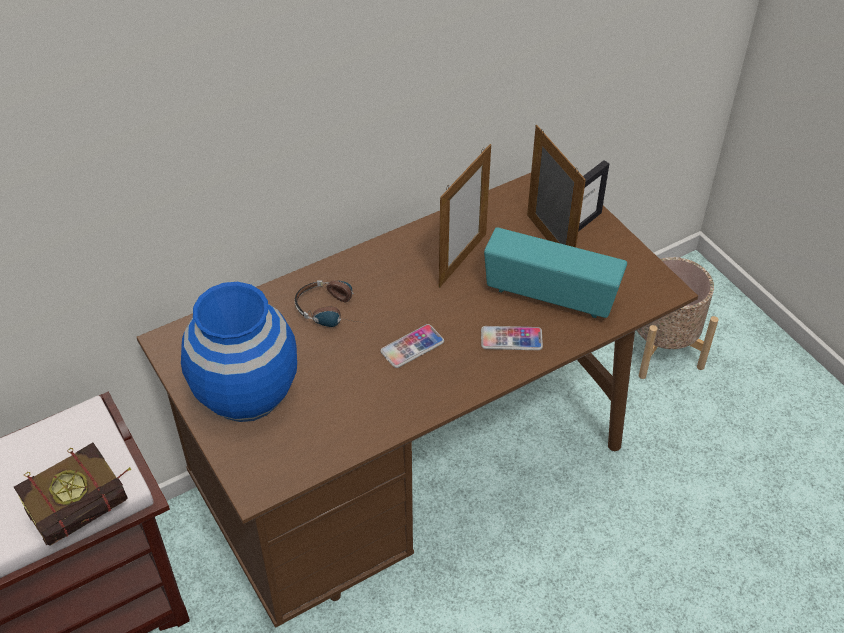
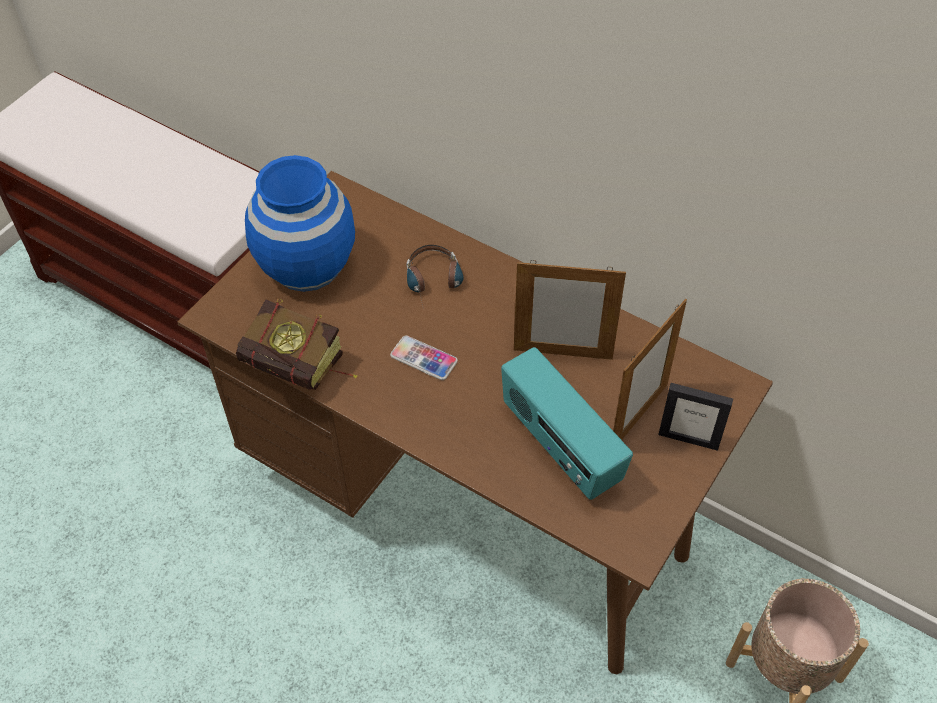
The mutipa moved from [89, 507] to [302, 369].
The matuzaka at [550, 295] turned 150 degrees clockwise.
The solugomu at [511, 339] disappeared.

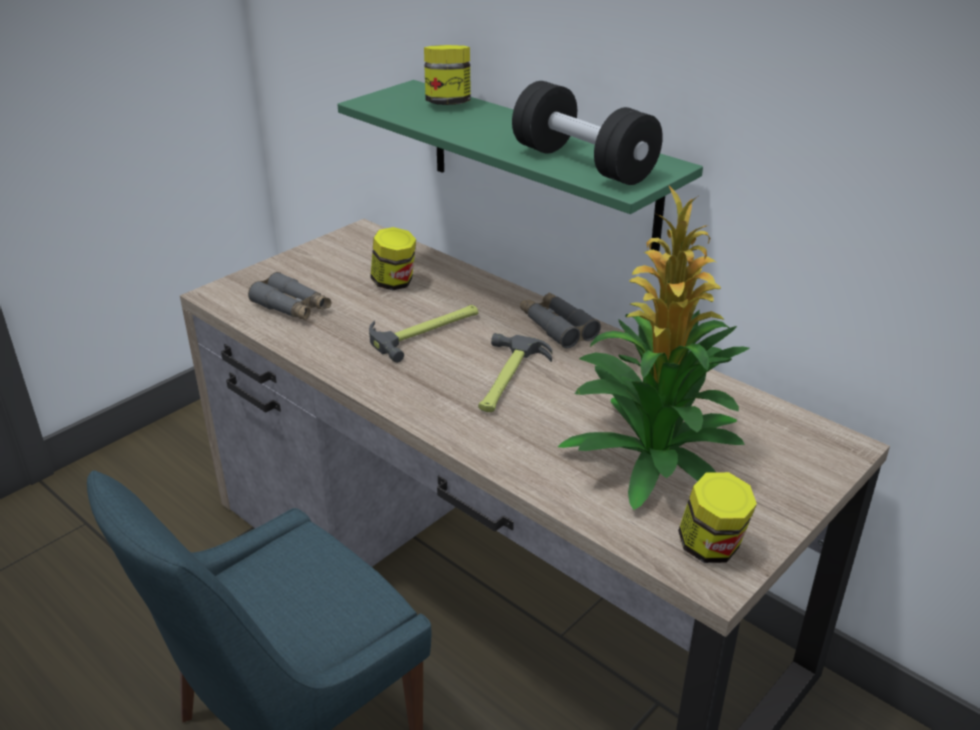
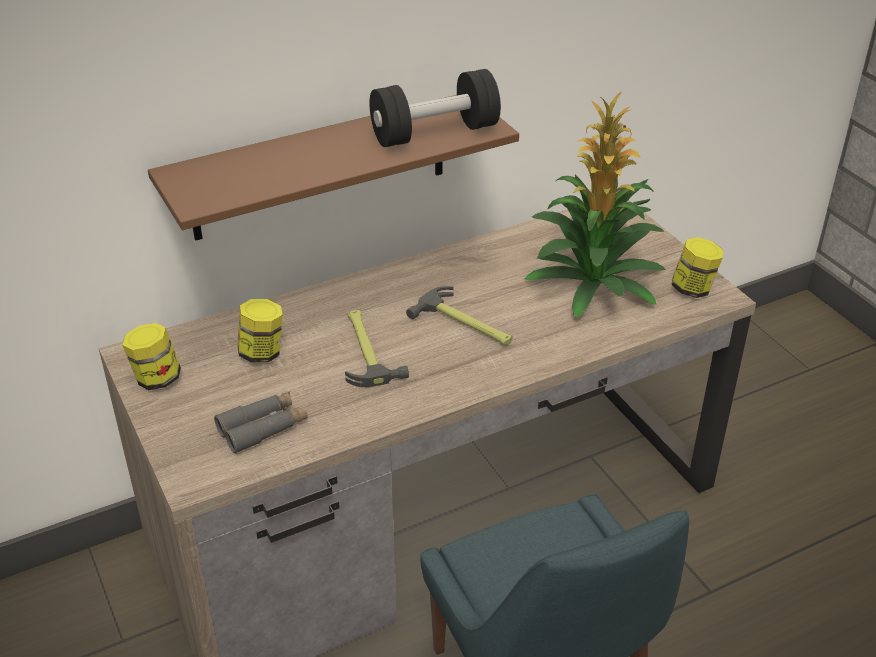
The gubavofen moved from [448, 103] to [156, 378].
The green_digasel at [541, 163] became the brown_digasel at [320, 167].
The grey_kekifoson at [557, 327] disappeared.

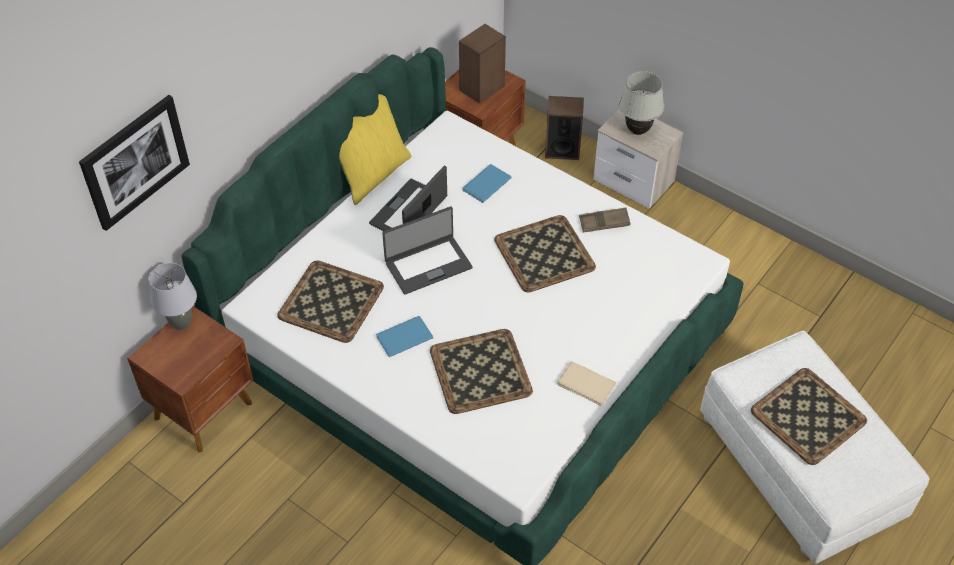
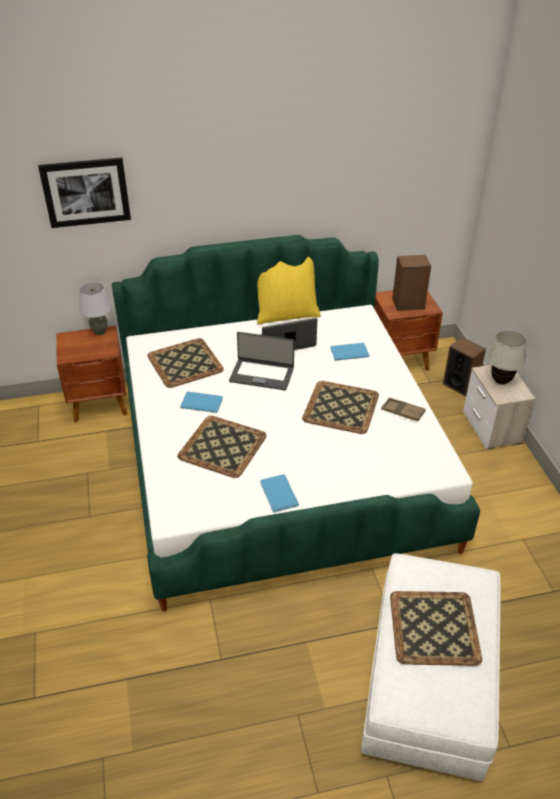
The beige_mutipa at [586, 385] became the blue_mutipa at [278, 495].

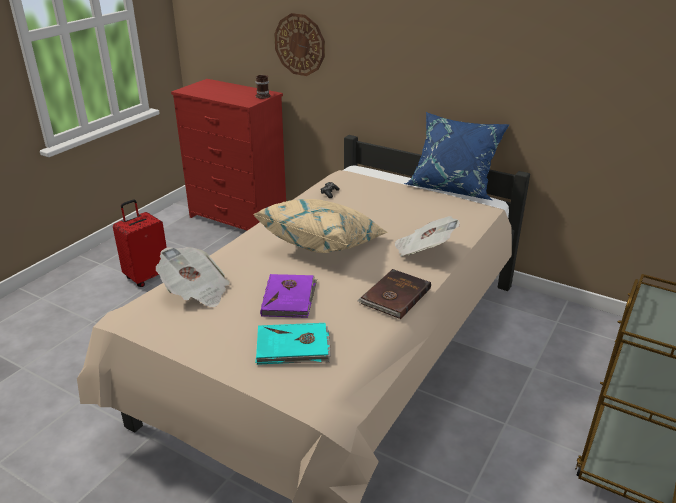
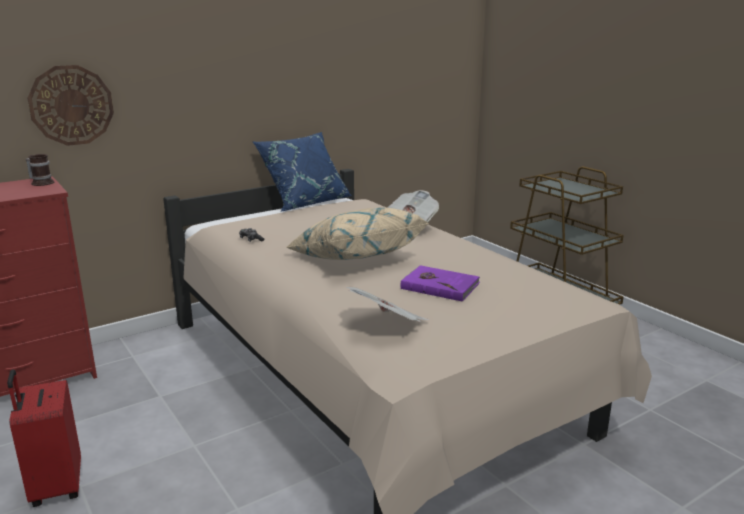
The turquoise_mutipa at [293, 347] disappeared.
The brown_mutipa at [394, 296] disappeared.

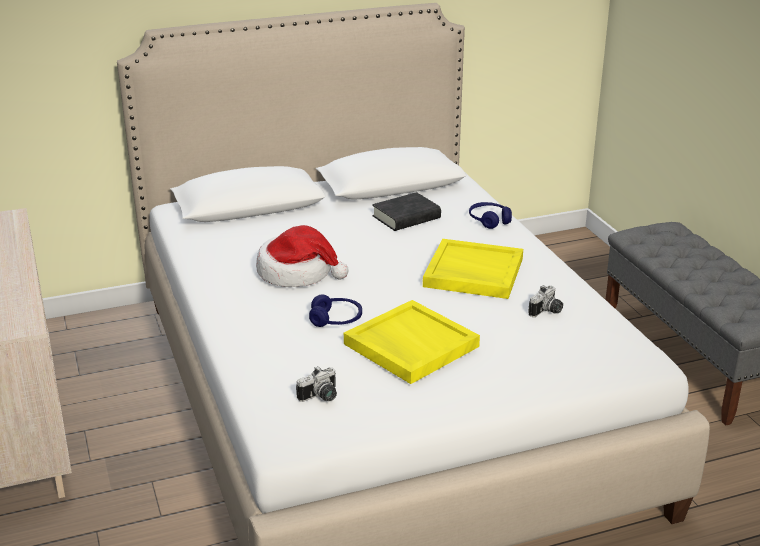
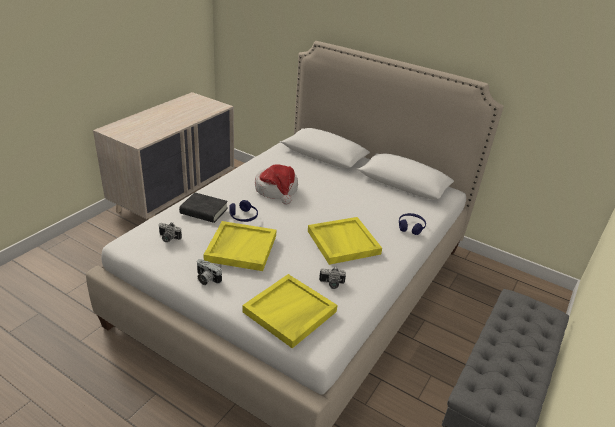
The black_mutipa moved from [406, 217] to [204, 211].
The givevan at [206, 279] appeared.
The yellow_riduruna at [289, 312] appeared.

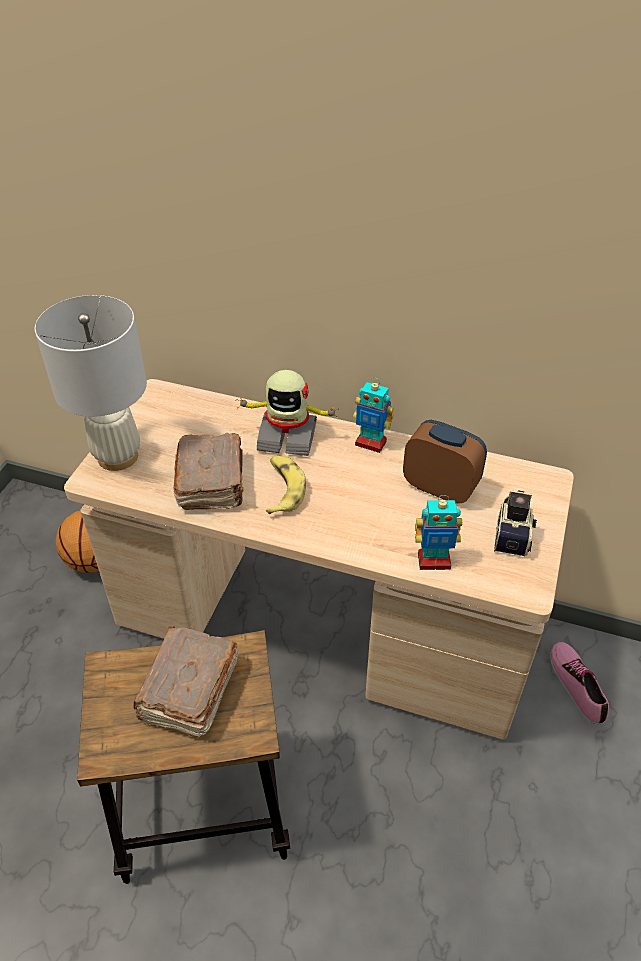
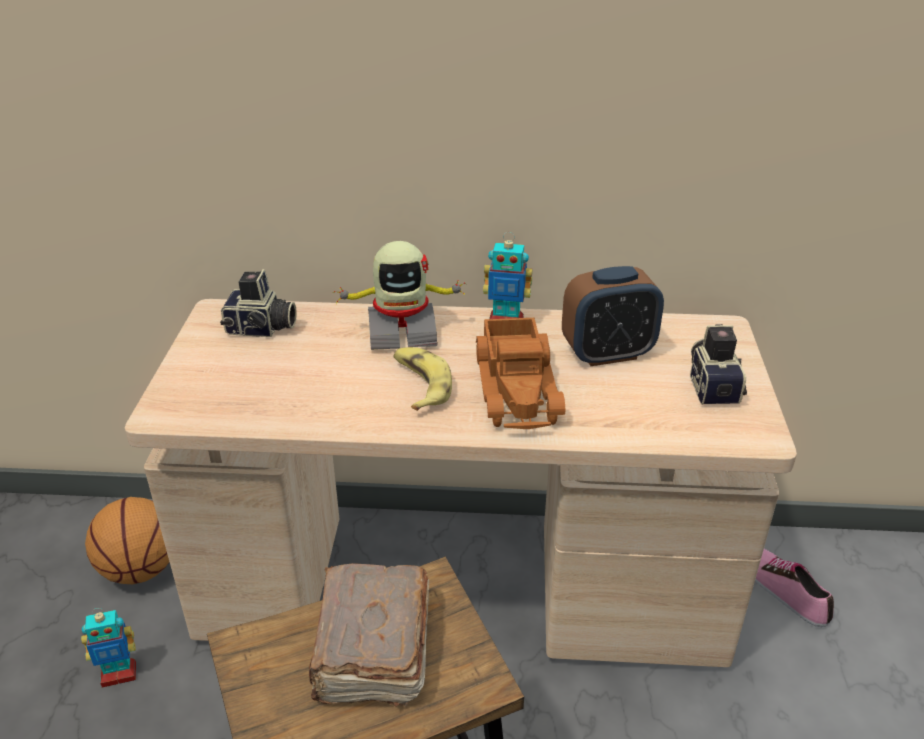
The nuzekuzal moved from [433, 560] to [119, 674].
The givevan at [261, 329] appeared.
The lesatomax at [519, 387] appeared.
The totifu at [440, 487] turned 150 degrees clockwise.
The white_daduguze at [118, 456] disappeared.
The brown_mutipa at [212, 482] disappeared.

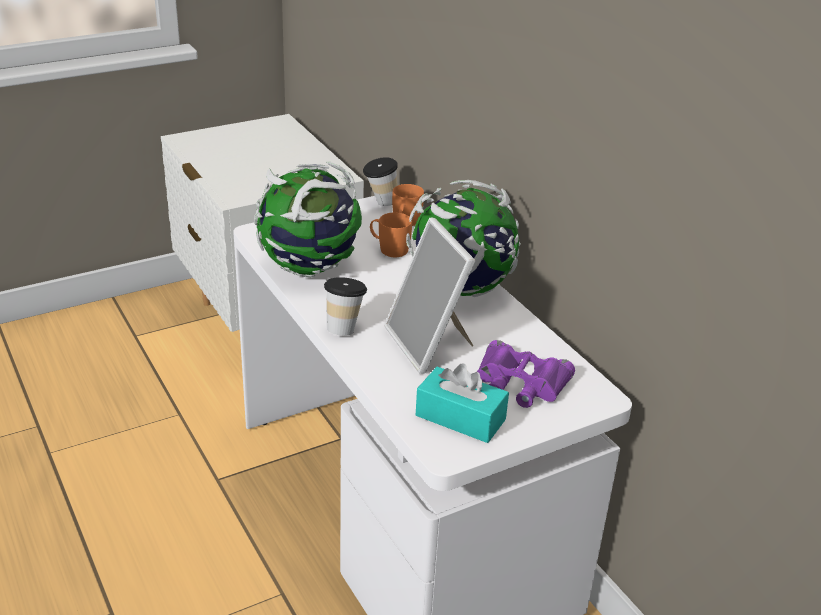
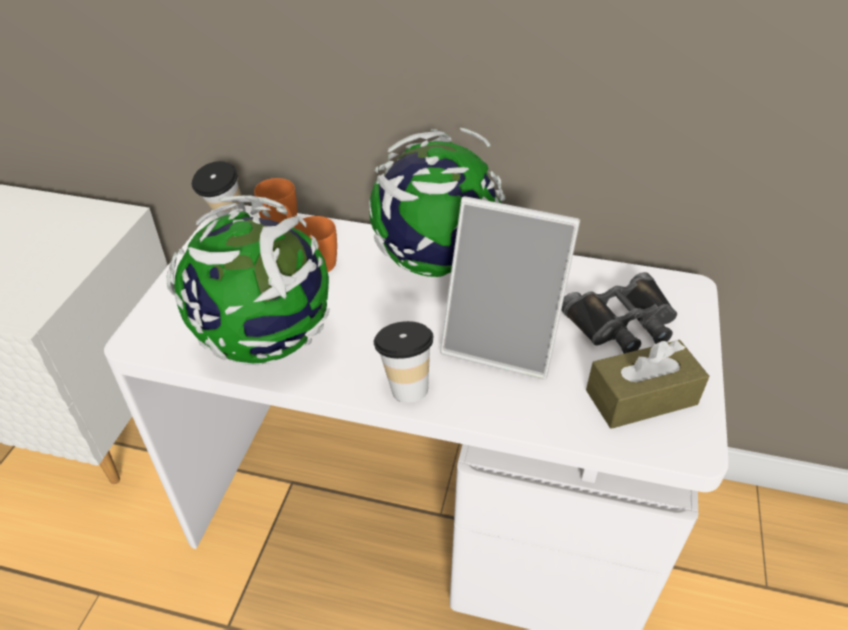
The purple_kekifoson at [520, 383] became the black_kekifoson at [622, 323].
The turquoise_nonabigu at [460, 417] became the brown_nonabigu at [641, 397].

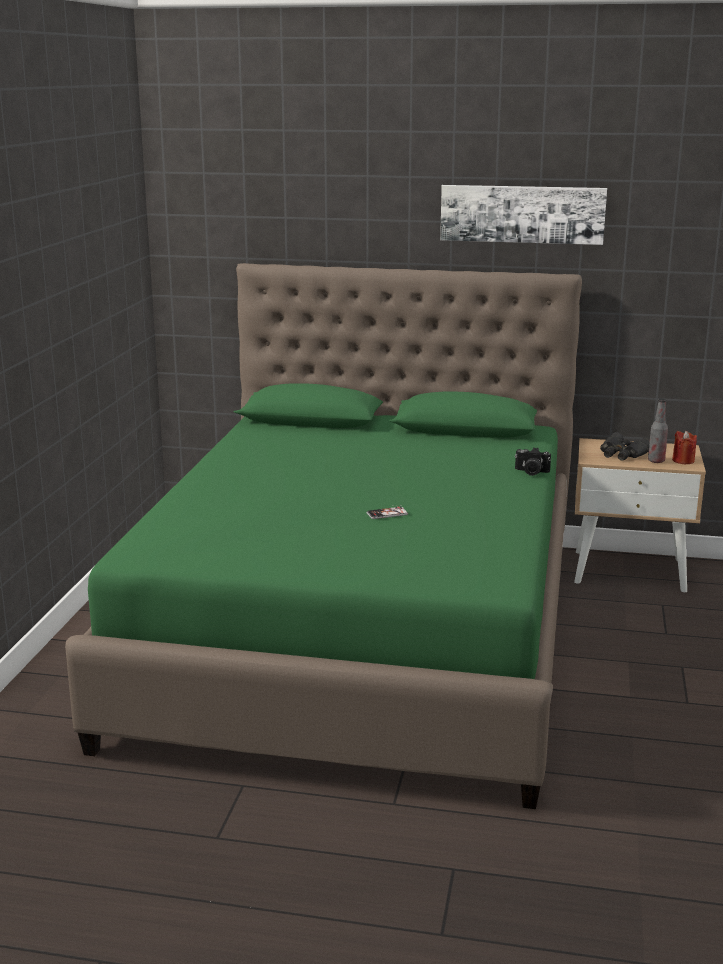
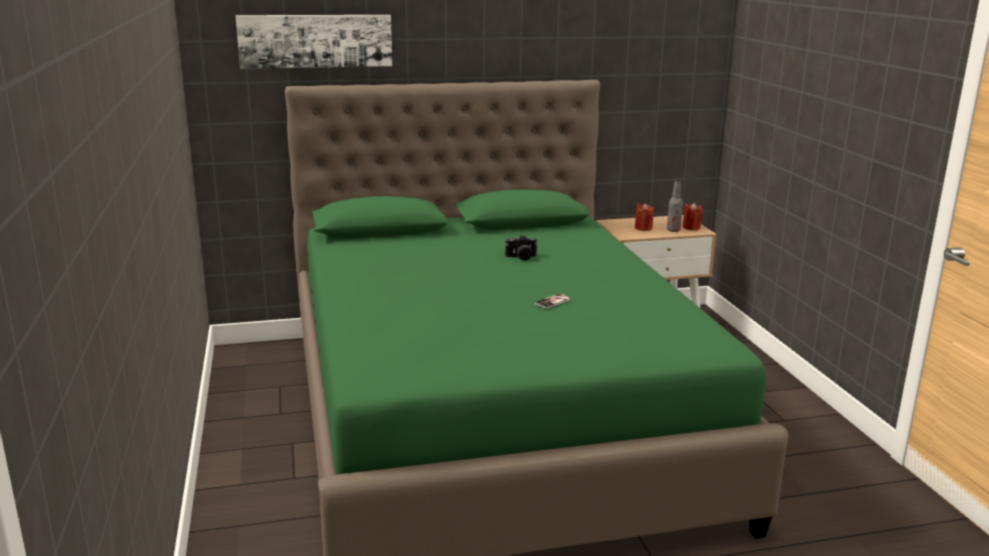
The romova moved from [522, 214] to [315, 40].
The givevan moved from [531, 472] to [521, 257].
The black_kekifoson at [623, 454] was replaced by the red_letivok at [643, 228].

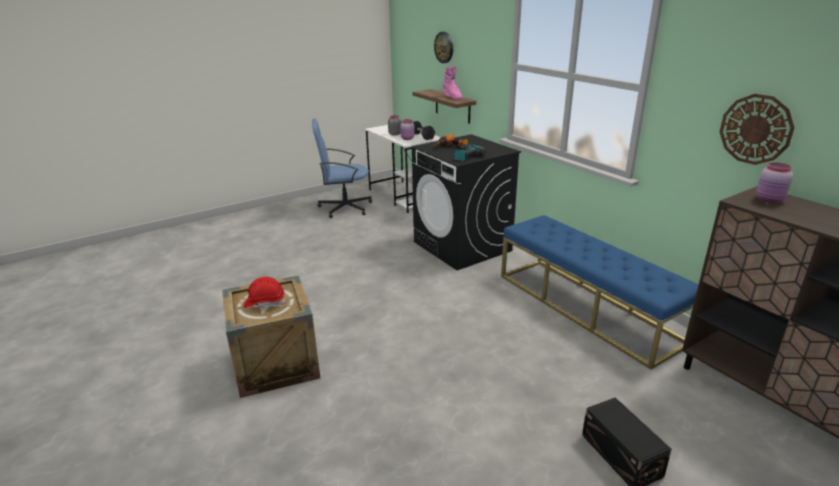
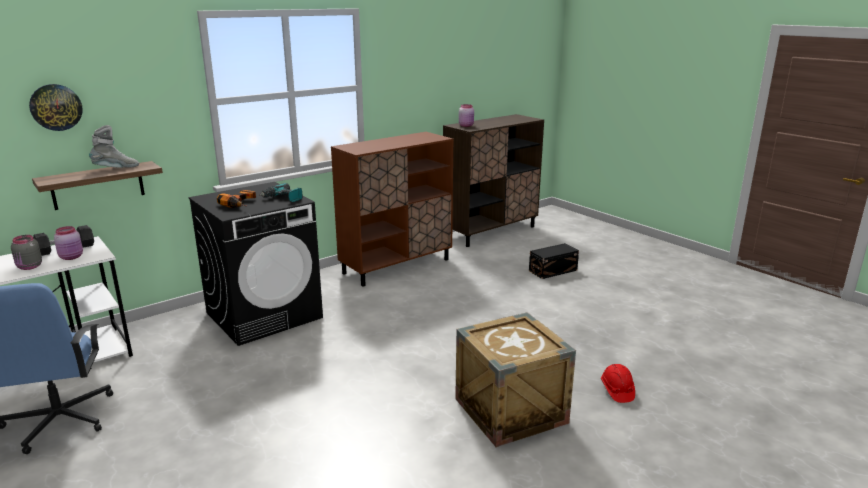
The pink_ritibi at [452, 97] became the grey_ritibi at [116, 169].
The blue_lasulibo at [586, 307] was replaced by the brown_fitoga at [397, 266].
The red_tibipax moved from [265, 302] to [617, 391].
The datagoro at [755, 129] disappeared.

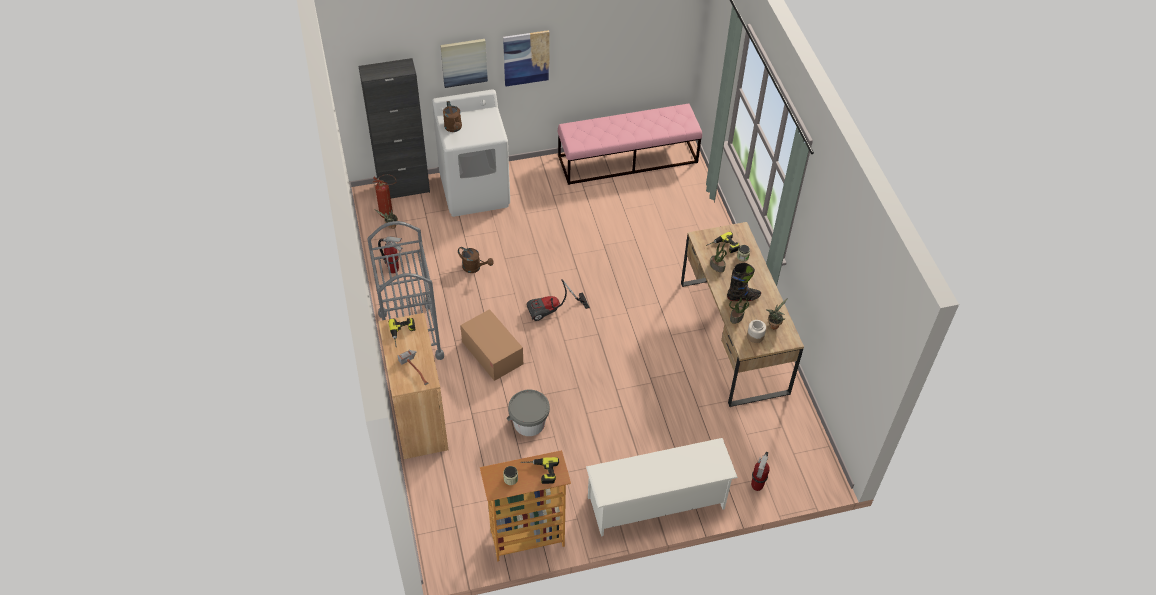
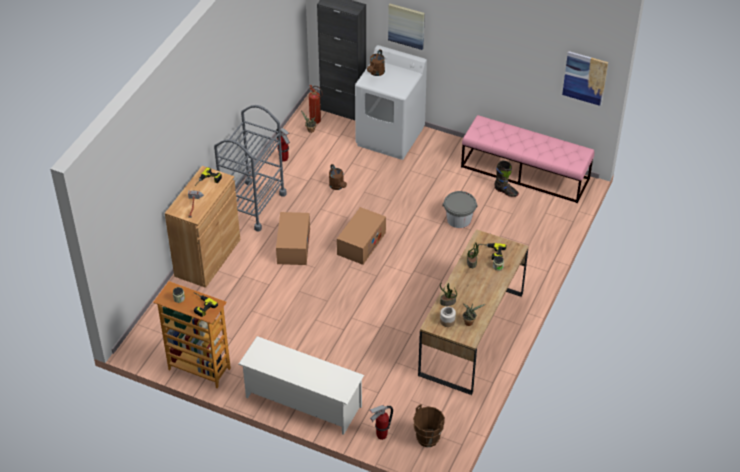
The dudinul at [553, 311] was replaced by the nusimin at [361, 243].
The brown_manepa at [427, 438] appeared.
The grey_manepa moved from [529, 423] to [459, 219].
The black_ritibi moved from [743, 297] to [506, 192].
The romova moved from [526, 58] to [585, 78].

